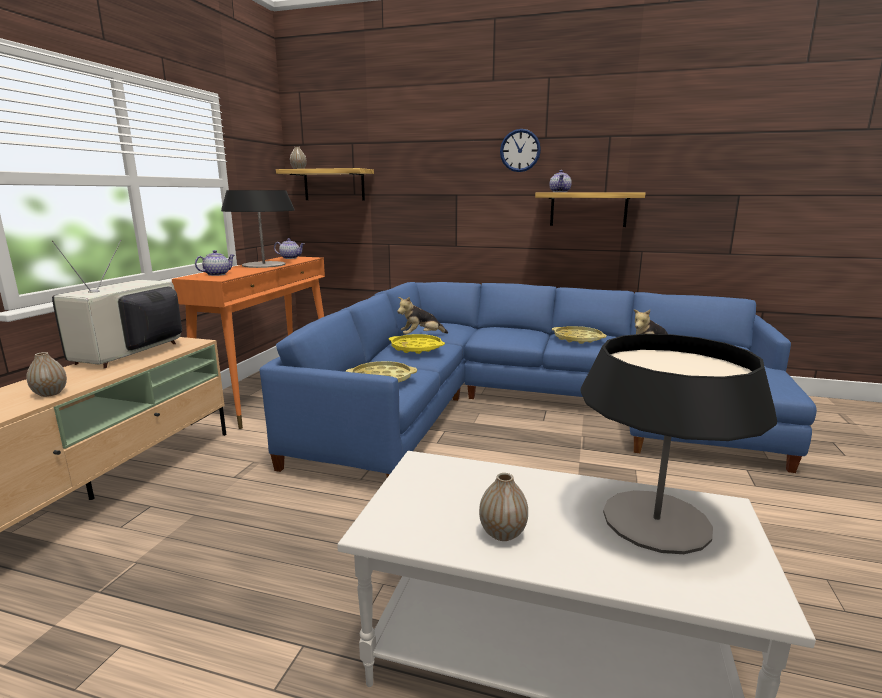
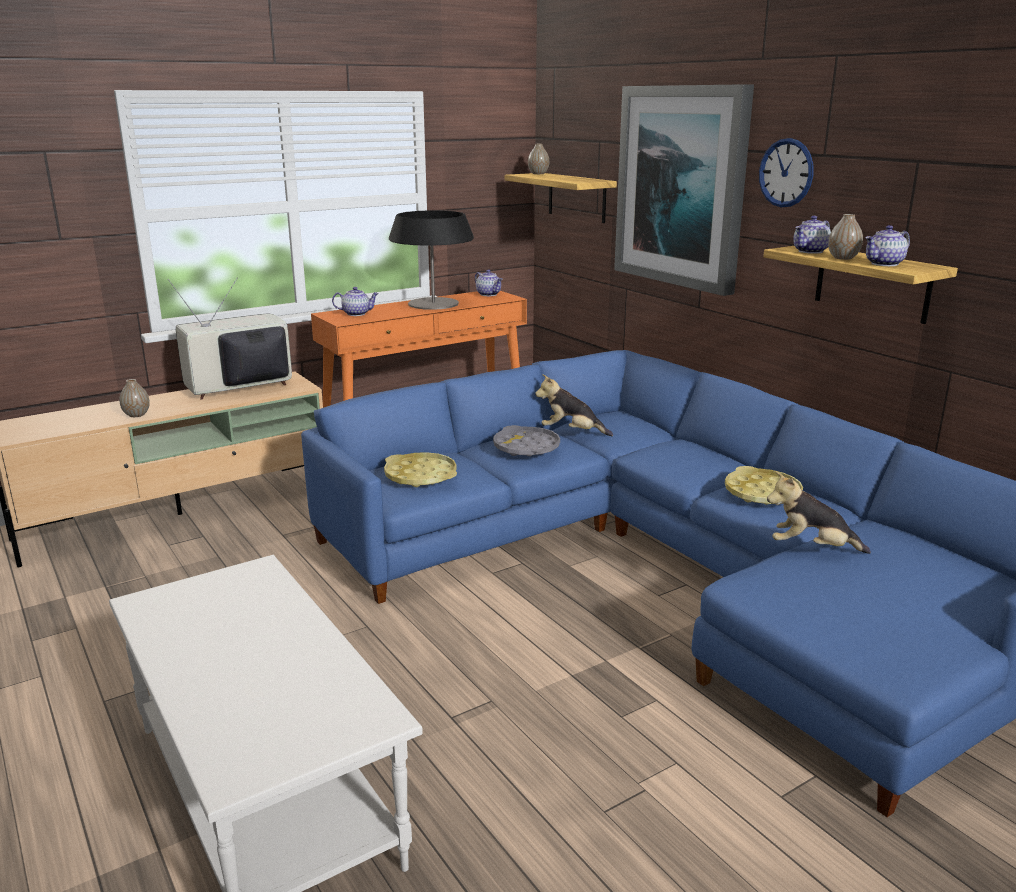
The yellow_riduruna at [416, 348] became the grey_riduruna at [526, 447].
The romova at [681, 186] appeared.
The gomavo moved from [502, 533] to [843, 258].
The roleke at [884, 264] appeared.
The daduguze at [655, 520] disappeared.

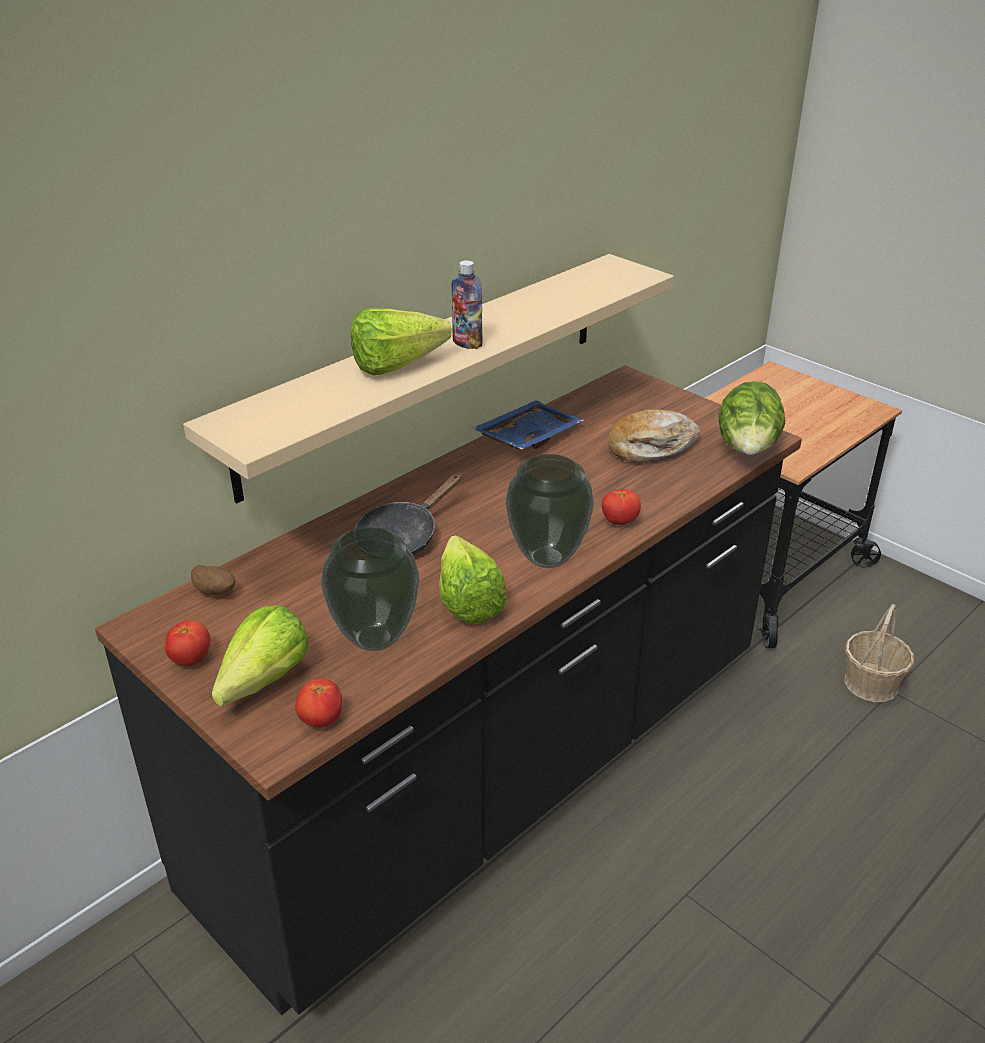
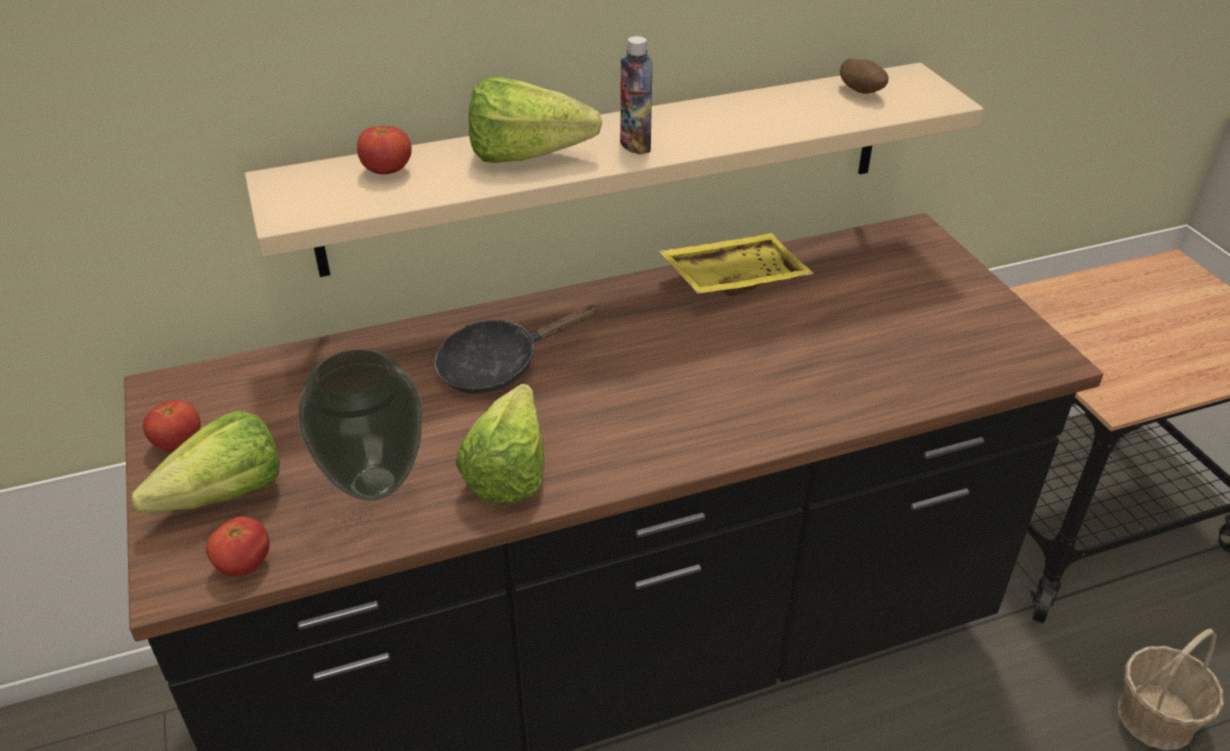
The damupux moved from [619, 521] to [387, 172].
The blue_riduruna at [526, 437] became the yellow_riduruna at [733, 278].
The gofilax moved from [215, 592] to [861, 92].
The gomavo at [549, 558] disappeared.
The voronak at [651, 447] disappeared.
The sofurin at [747, 450] disappeared.

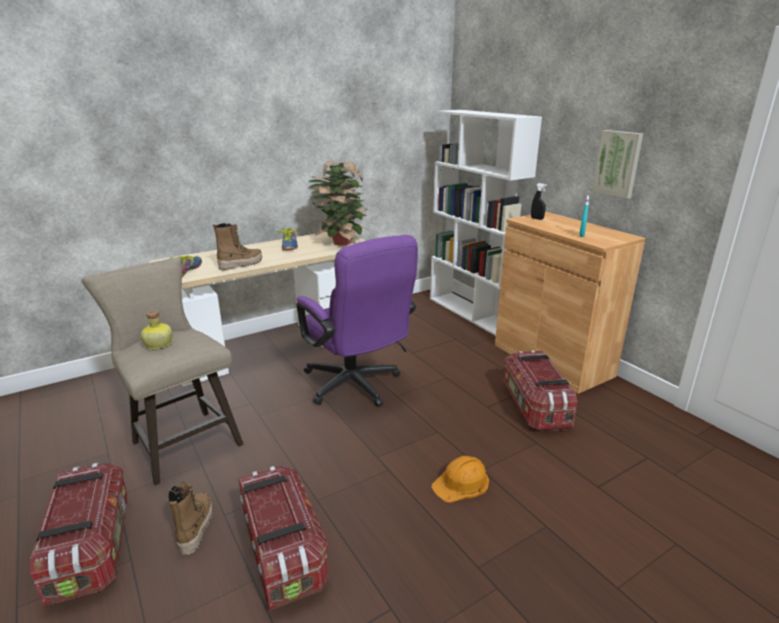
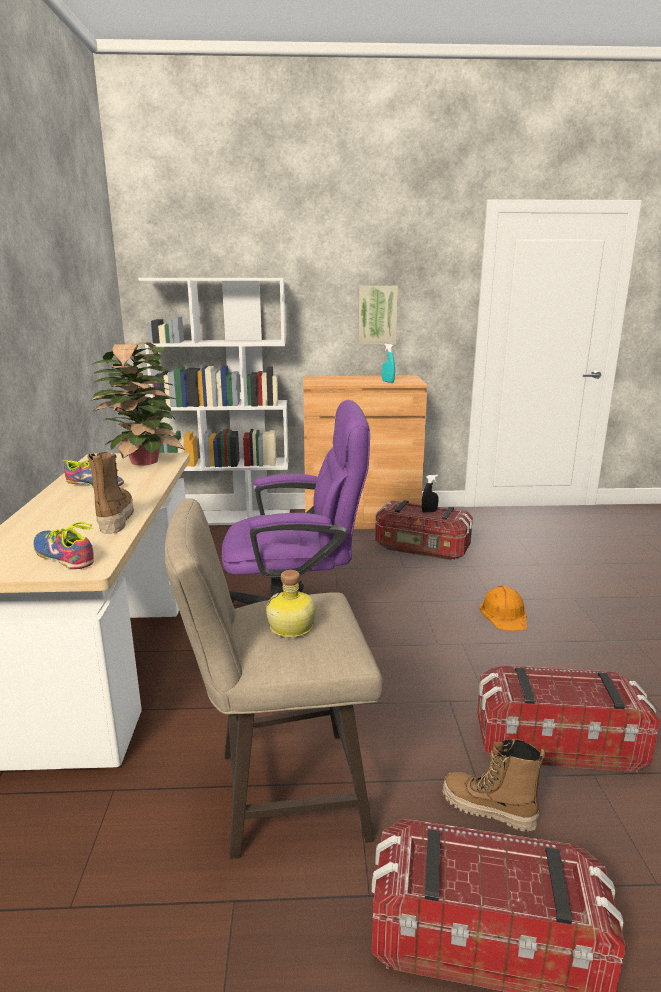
The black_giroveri moved from [537, 218] to [429, 511].

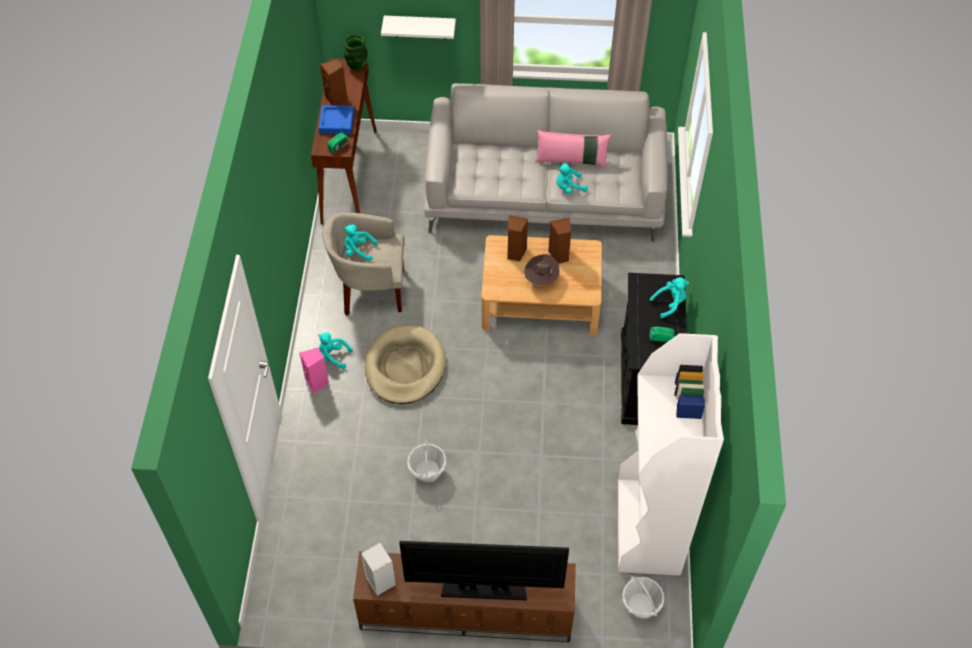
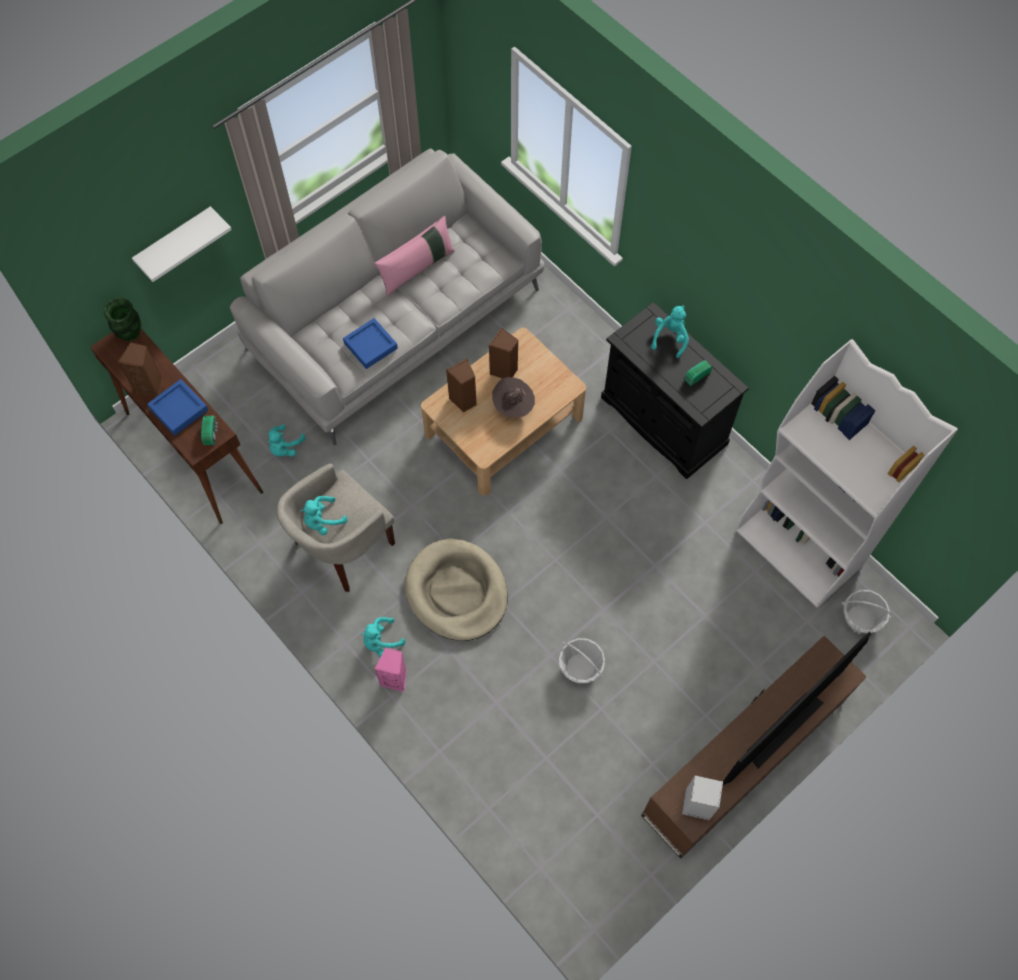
The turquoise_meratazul moved from [569, 187] to [285, 447].
The blue_riduruna at [370, 345] appeared.

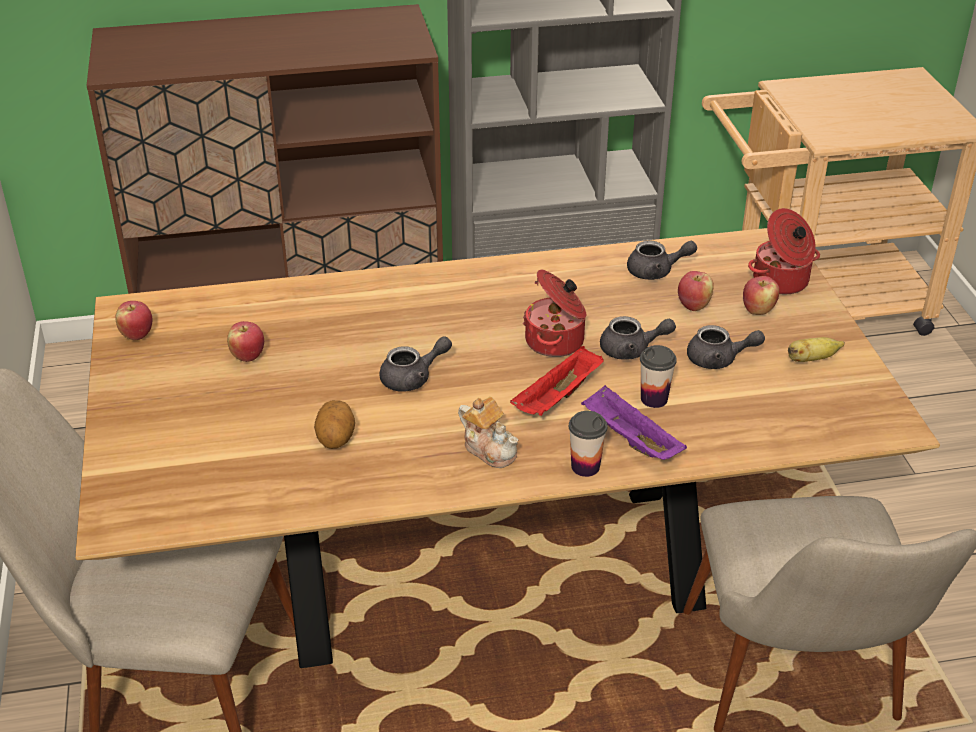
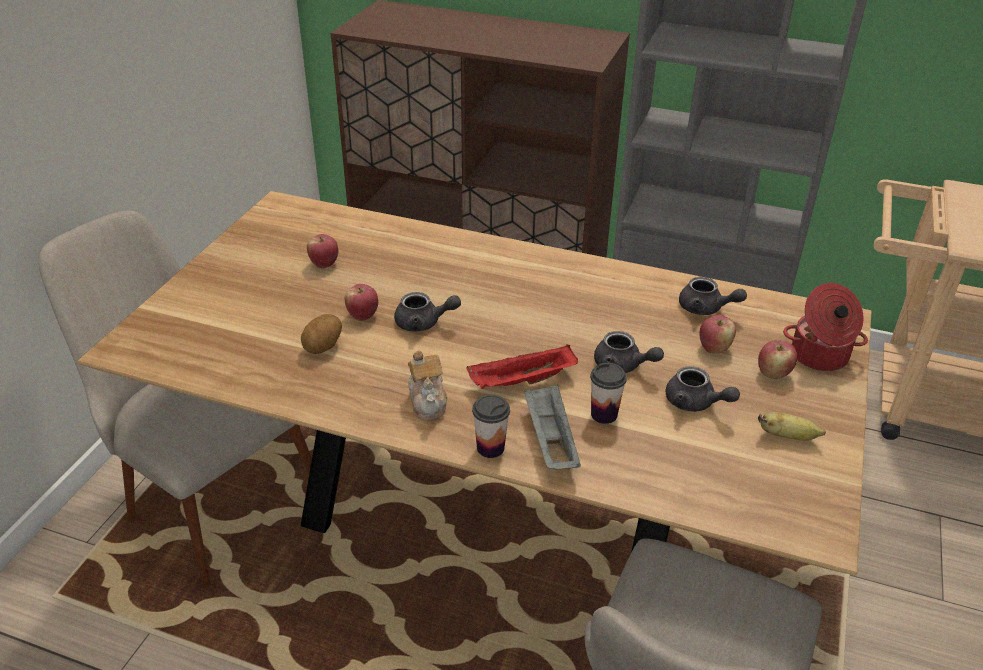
The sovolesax moved from [137, 335] to [362, 316].
The purple_riduruna at [629, 439] became the grey_riduruna at [549, 440].
The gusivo at [556, 341] disappeared.

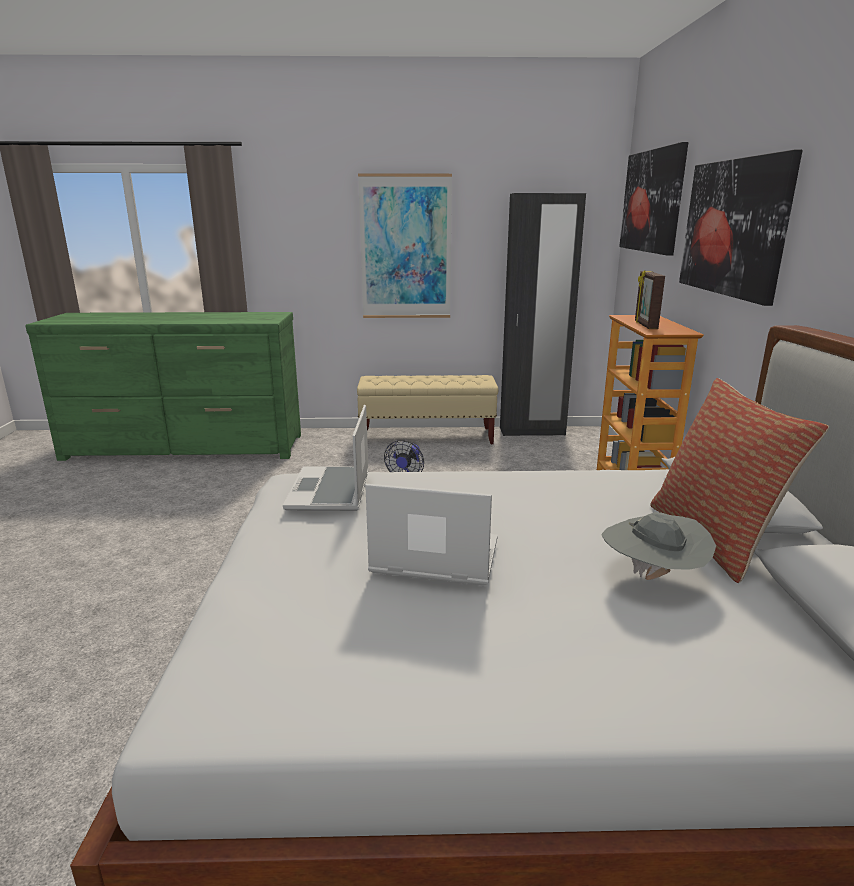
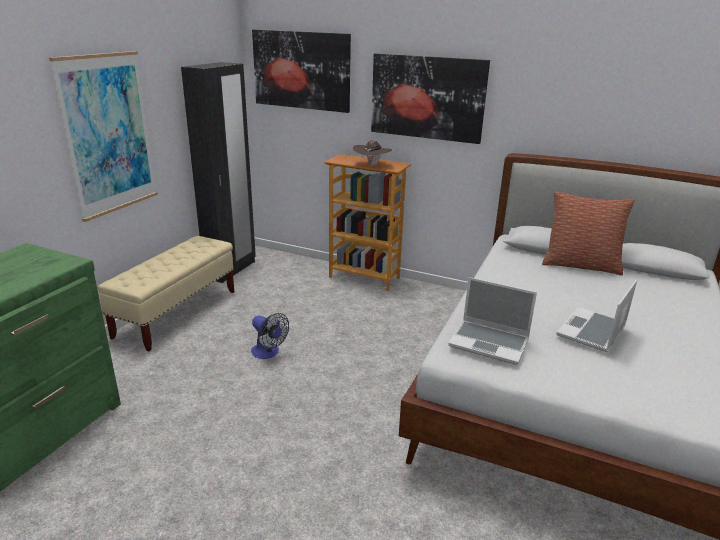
The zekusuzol at [645, 325] was replaced by the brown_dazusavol at [372, 165].
The grey_dazusavol at [652, 578] disappeared.

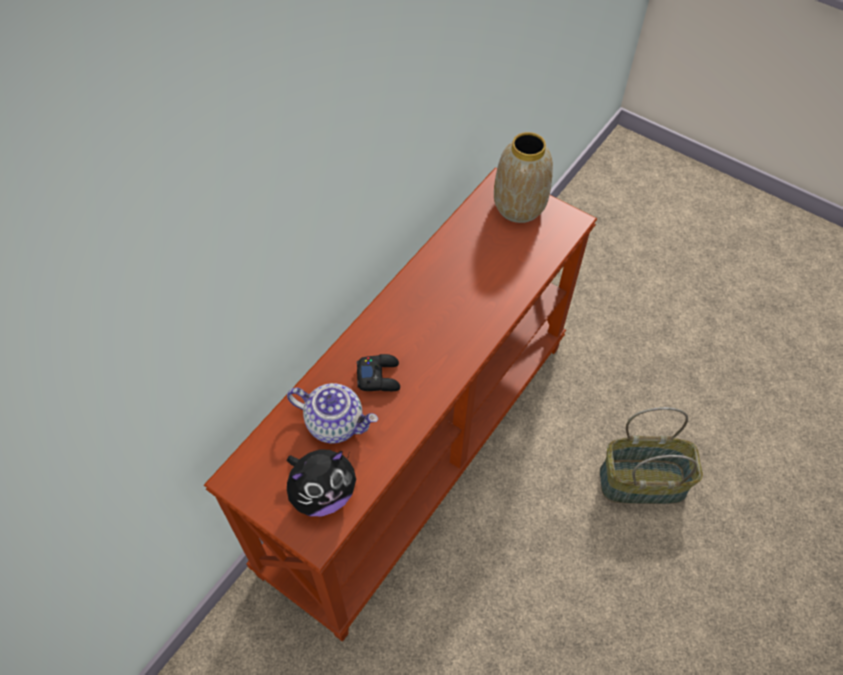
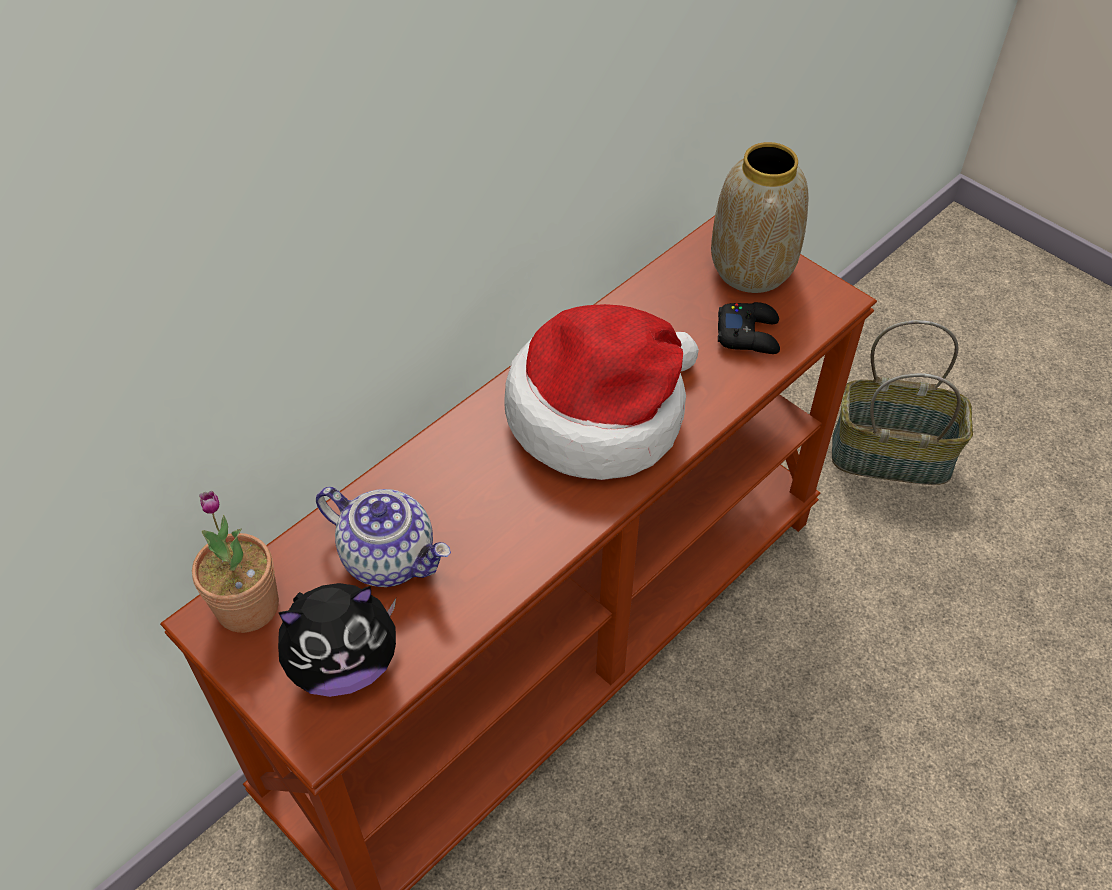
The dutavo at [247, 606] appeared.
The dazusavol at [599, 413] appeared.
The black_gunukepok moved from [379, 376] to [749, 334].
The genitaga moved from [643, 481] to [892, 454].

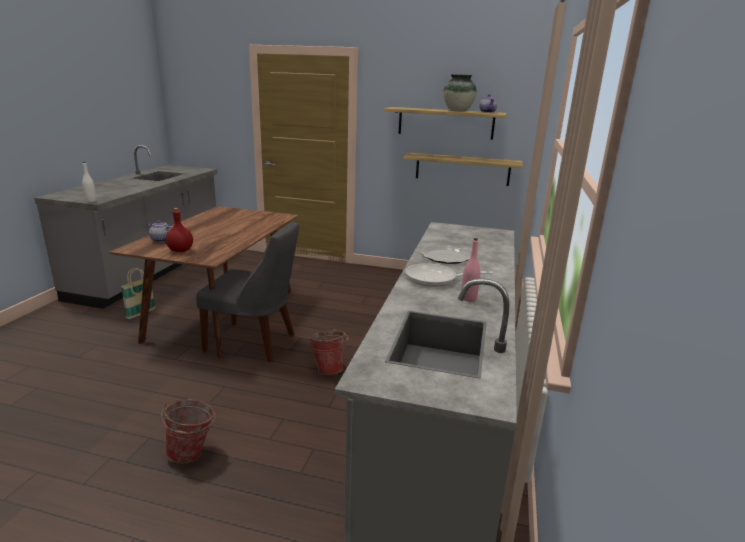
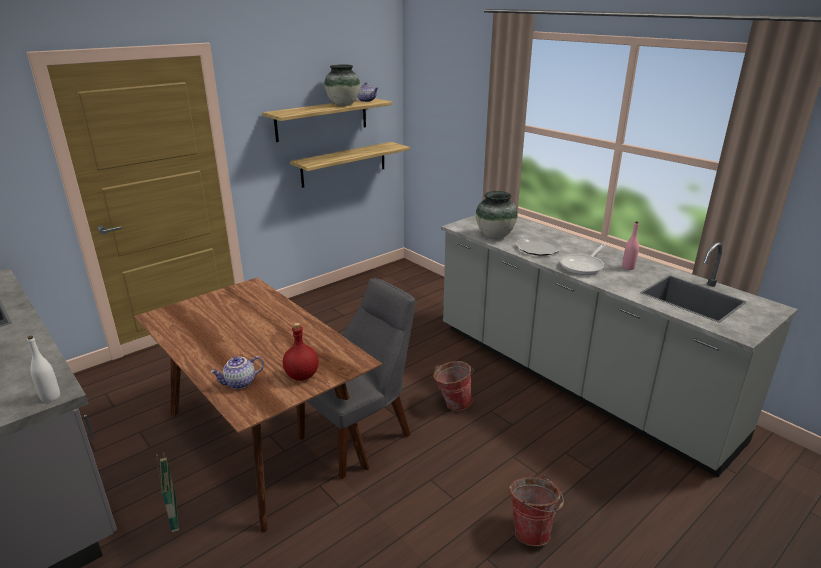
The gomavo at [494, 236] appeared.

